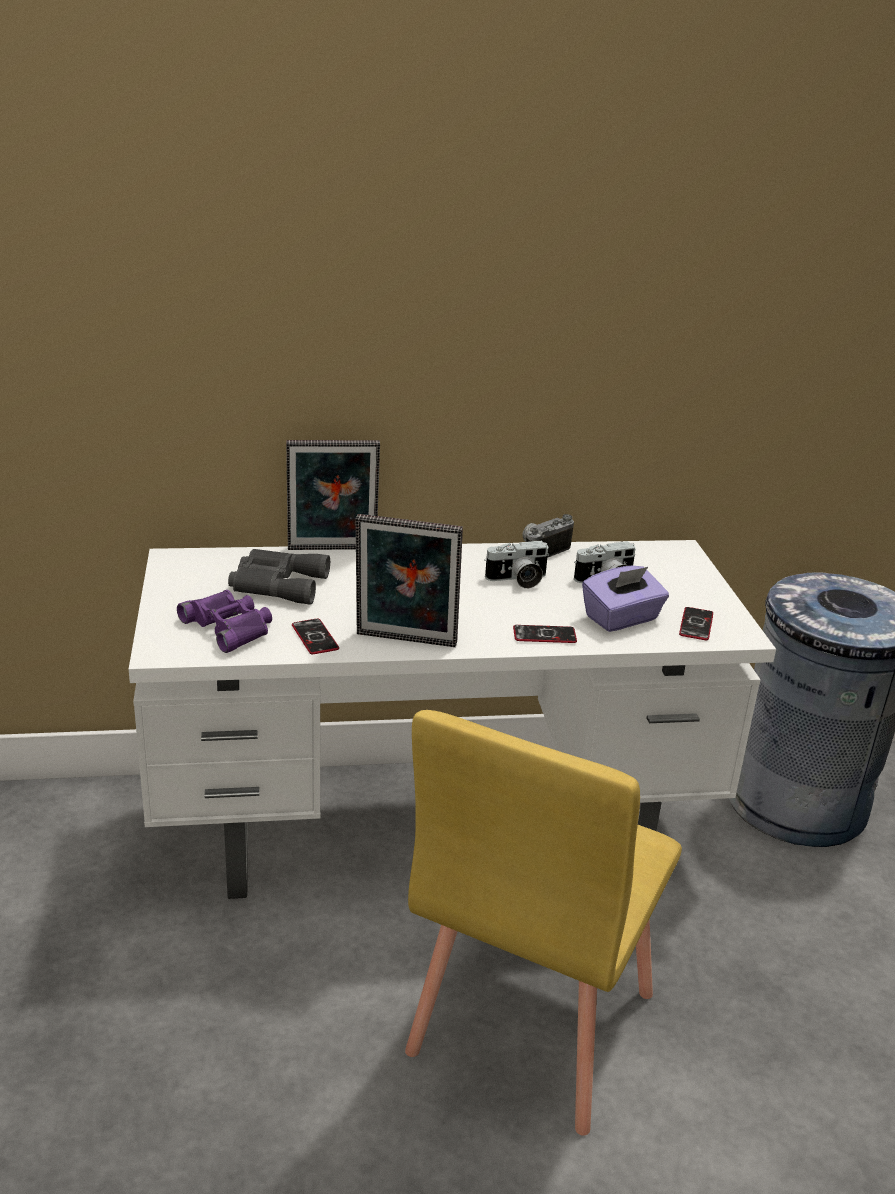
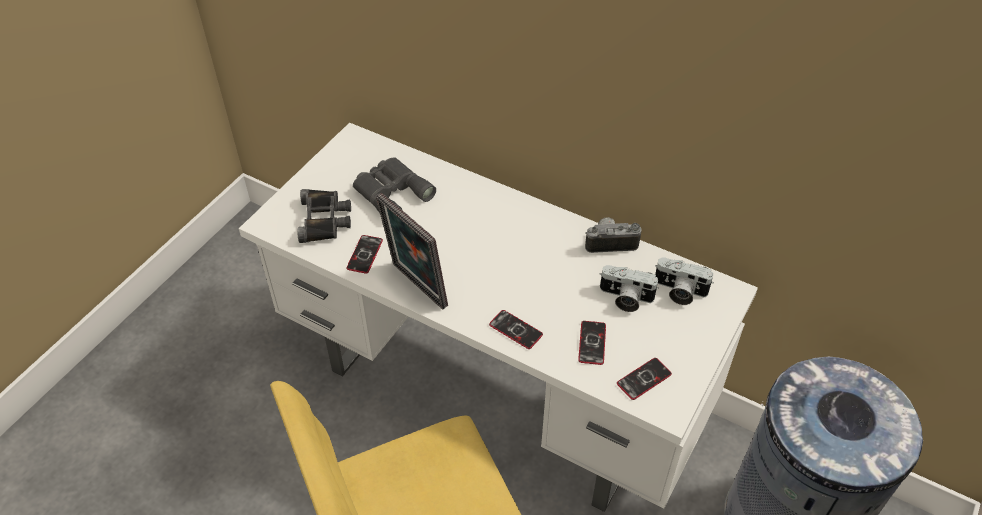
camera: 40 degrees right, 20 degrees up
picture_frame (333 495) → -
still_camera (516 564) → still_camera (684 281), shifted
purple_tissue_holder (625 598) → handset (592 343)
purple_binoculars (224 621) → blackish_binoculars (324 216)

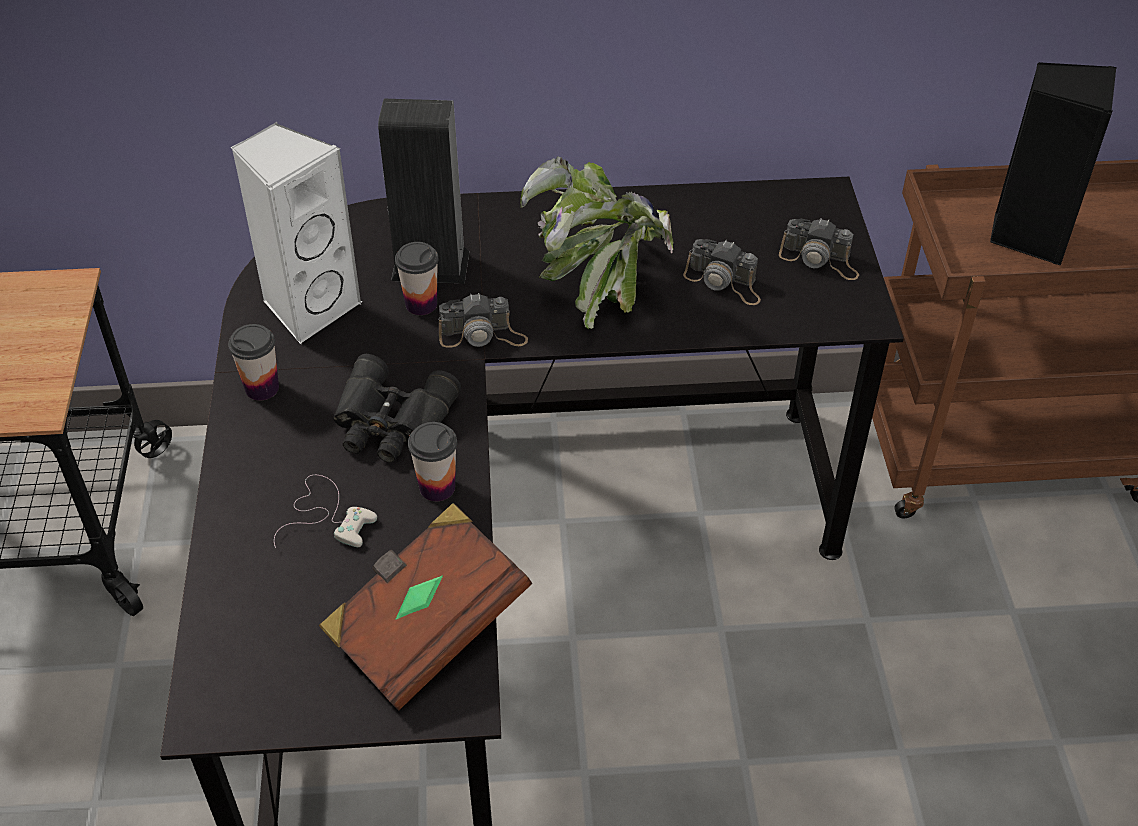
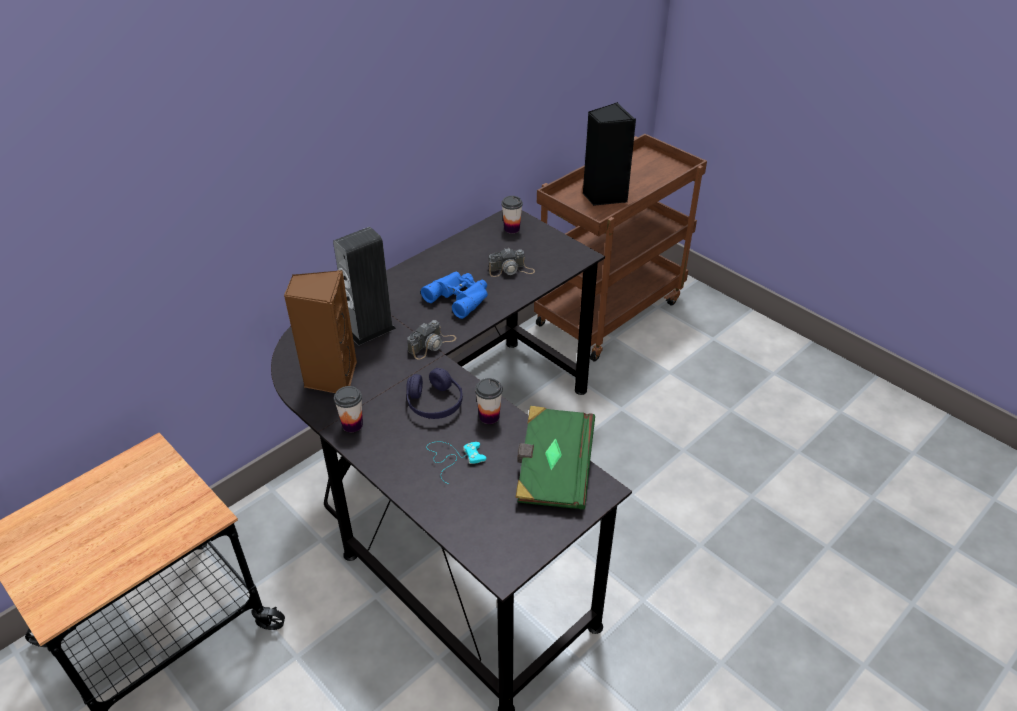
camera: 40 degrees left, 5 degrees down
still_camera (819 249) → -
small_cup (417 278) → small_cup (512 214), shifted
blackish_binoculars (397 408) → purple_headset (434 393)
potted_plant (596 242) → bluish_binoculars (454 295)
white_audio_speaker (296 233) → brown-coloured_audio_speaker (320 331)
white_joypad (325 511) → blue-green_joypad (456 462)
brown-coloured_bound_book (425 607) → green-coloured_bound_book (555 458)

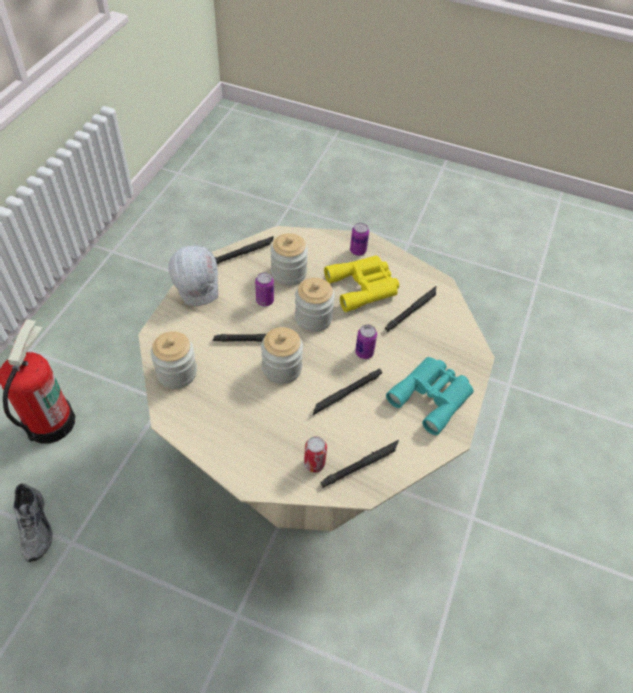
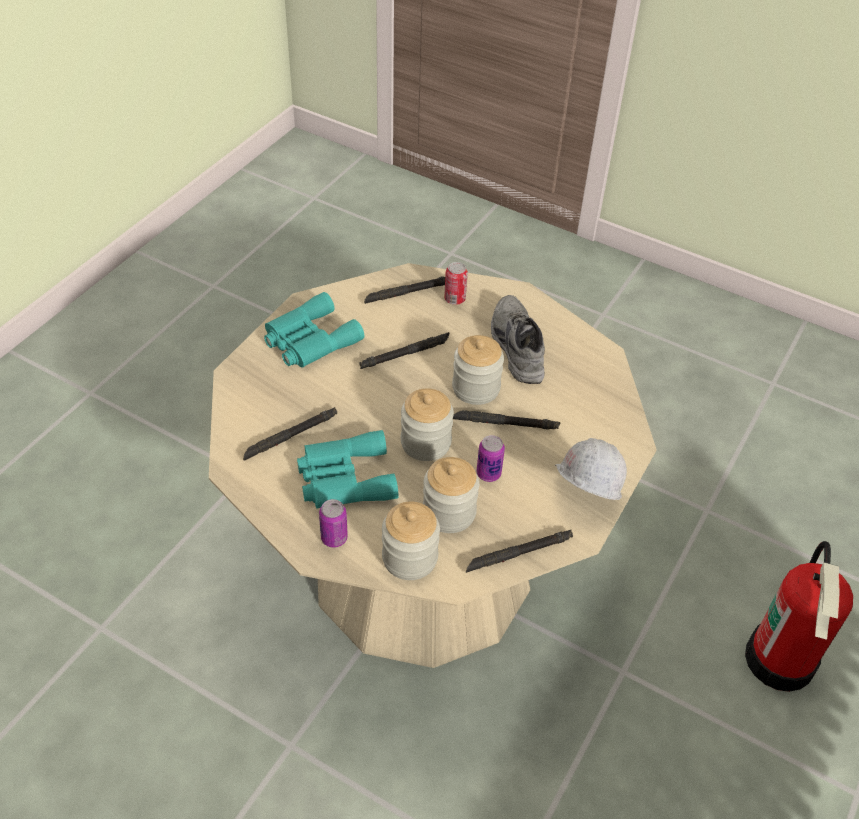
camera: 170 degrees left, 5 degrees down
can (366 342) → -
grey_low_shoe (33 522) → grey_low_shoe (518 339), shifted
storage_jar (174 360) → storage_jar (411 541), shifted
yellow-coloured_binoculars (361 283) → blue-green_binoculars (347 469)

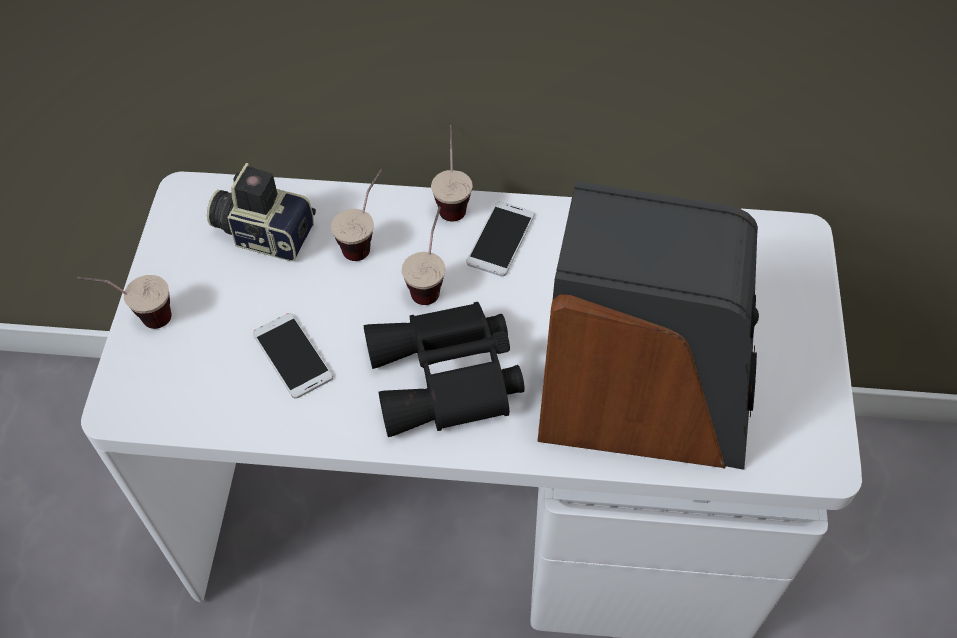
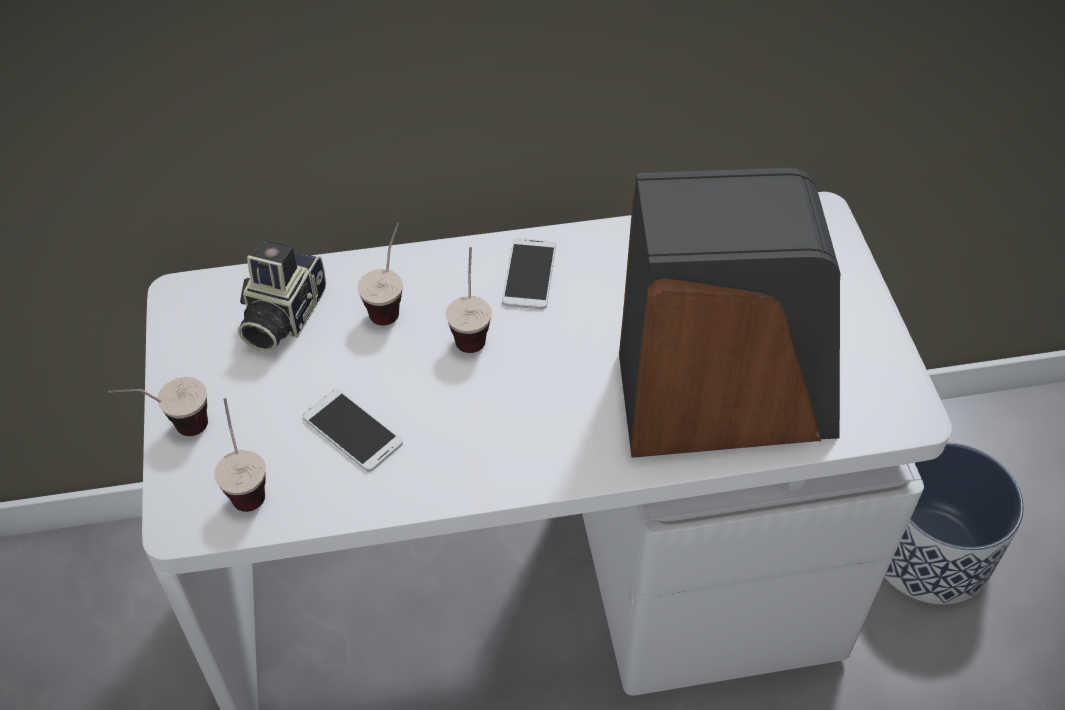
camera: 15 degrees left, 5 degrees down
blackish_binoculars (444 369) → -
- → flower_pot (954 523)
small_cup (452 173) → small_cup (240 455), shifted
still_camera (261 212) → still_camera (282 295), 75 degrees counterclockwise

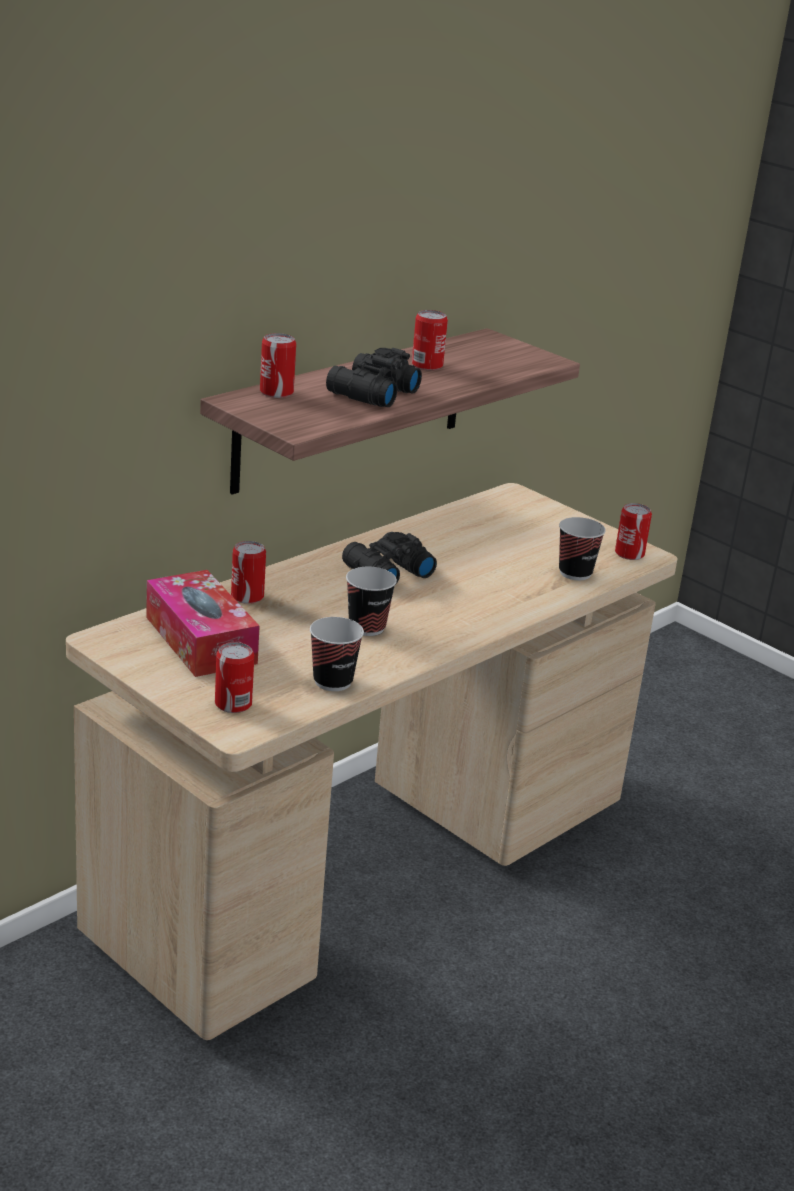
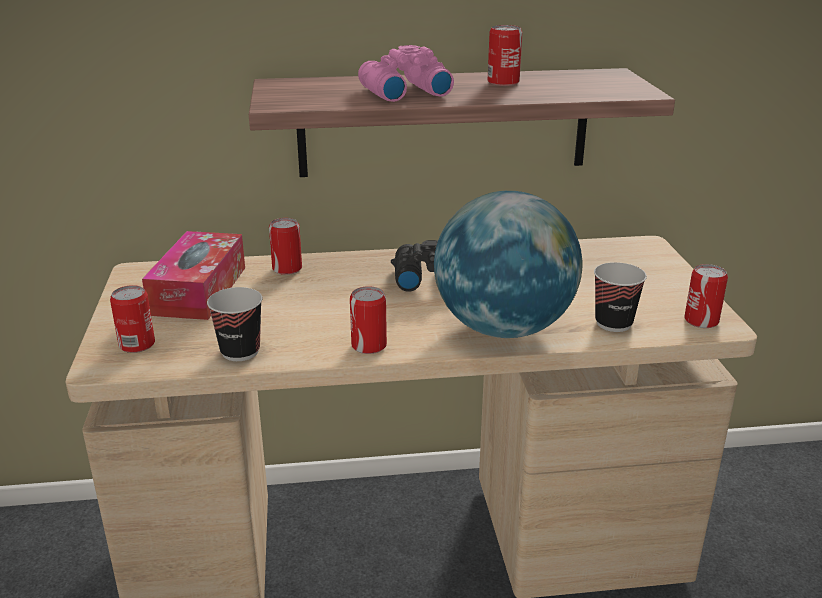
camera: 40 degrees right, 0 degrees up
small_cup (371 601) → -
- → globe (508 264)
can (278 365) → can (368 320), shifted
blackish_binoculars (374 377) → pinkish_binoculars (406 73)

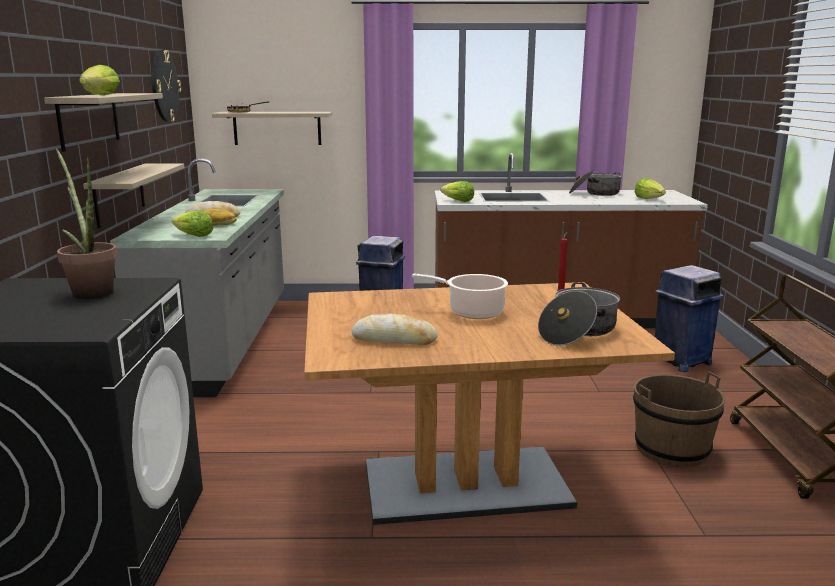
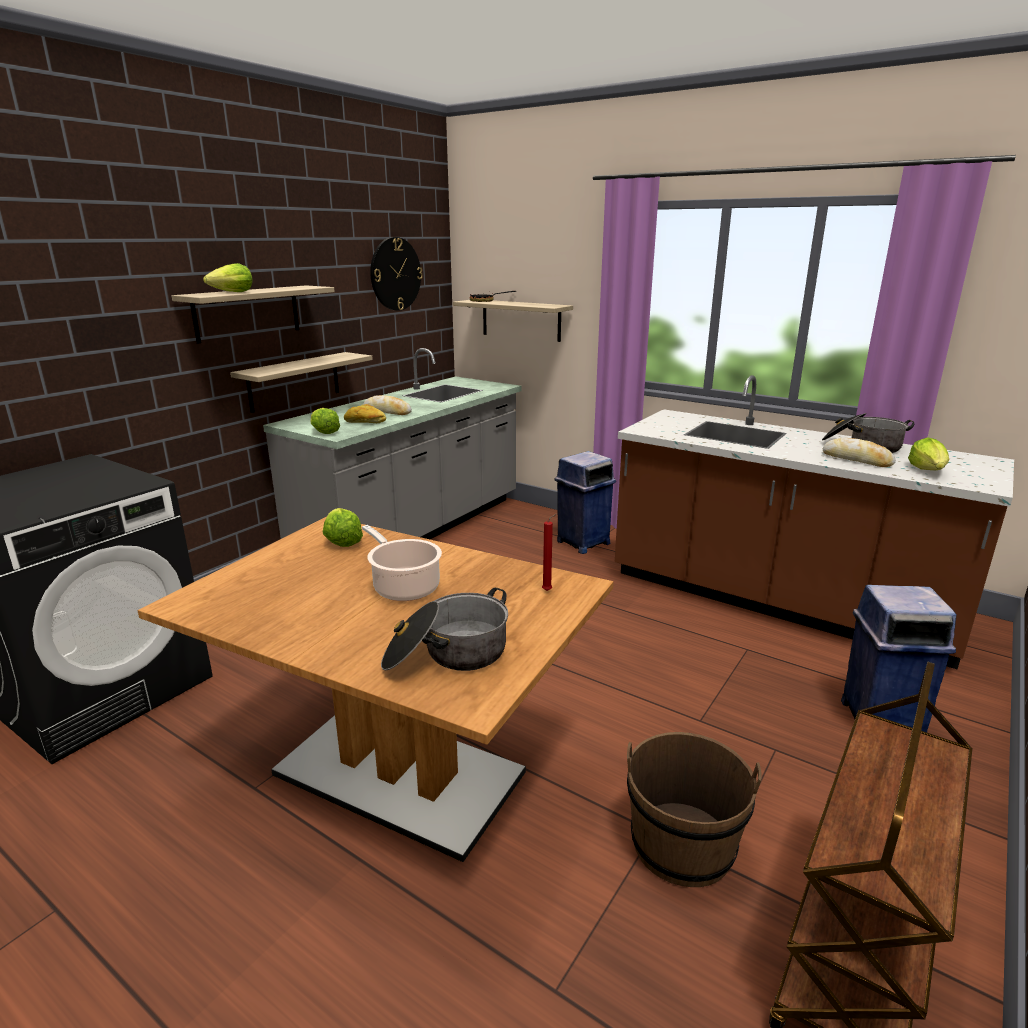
camera: 35 degrees right, 5 degrees up
potted_plant (86 224) → -
baked_bread (395 329) → baked_bread (859 452), shifted
head_of_lettuce (457 191) → head_of_lettuce (343 527), shifted

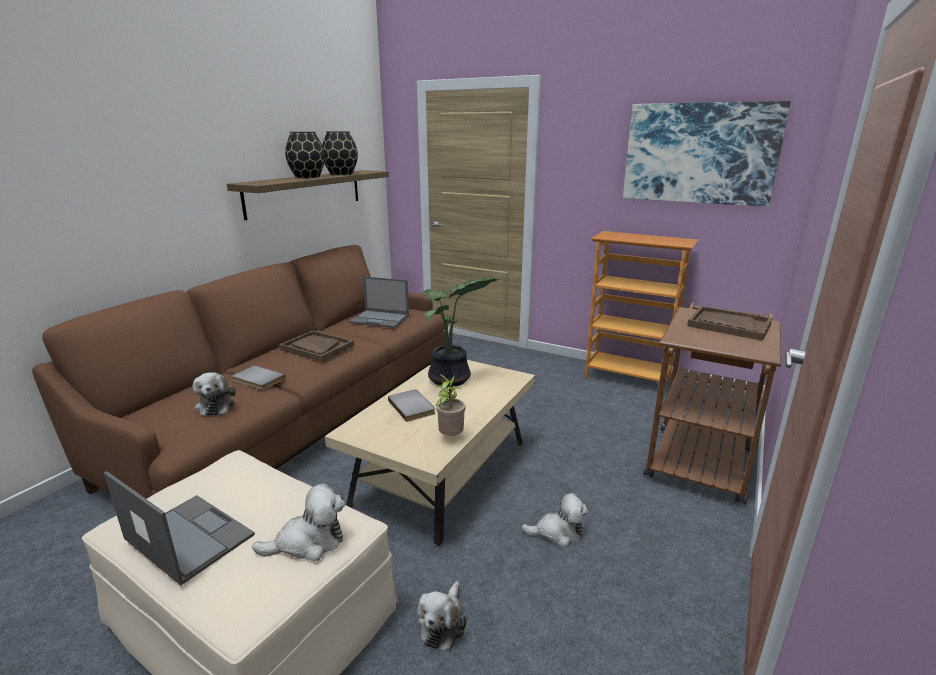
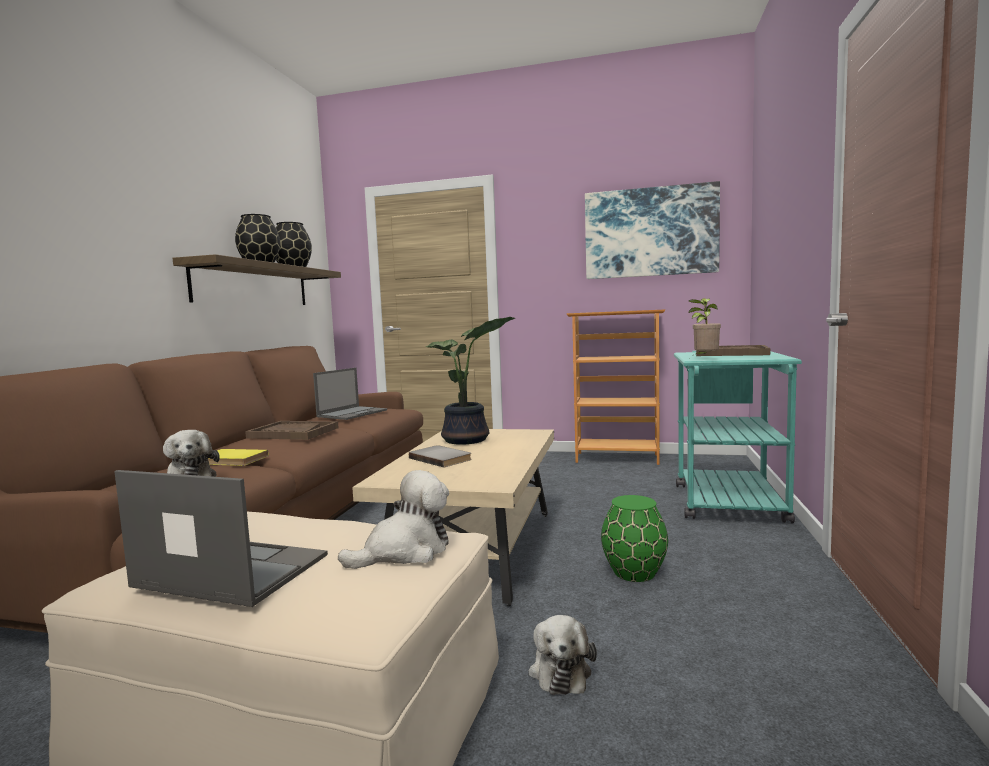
camera: 15 degrees left, 15 degrees down
potted_plant (450 405) → potted_plant (704 328), shifted
cuddly_toy (554 520) → green-coloured_flower_vase (634 538)
grey_bound_book (258 377) → yellow-coloured_bound_book (238 457)
brown-coloured_trolley (712 403) → blue-green_trolley (738 437)
laptop (379 302) → laptop (350 394), 60 degrees counterclockwise

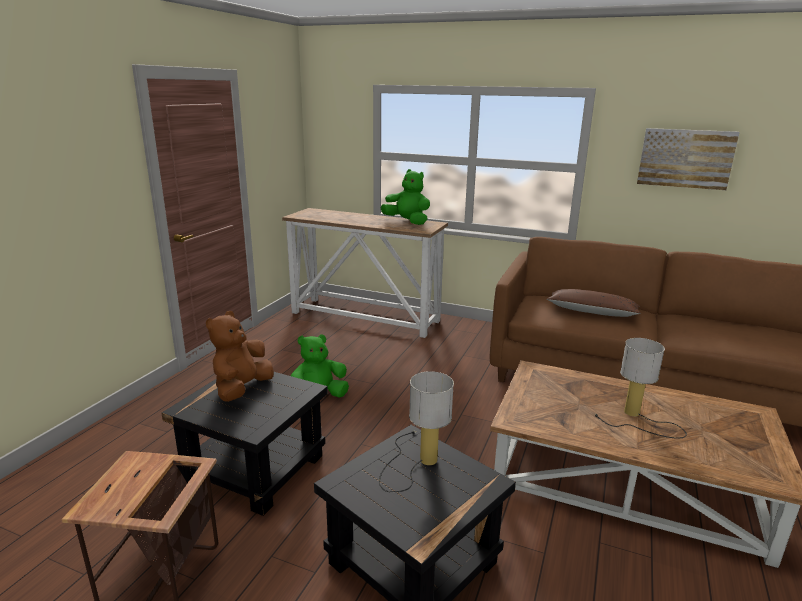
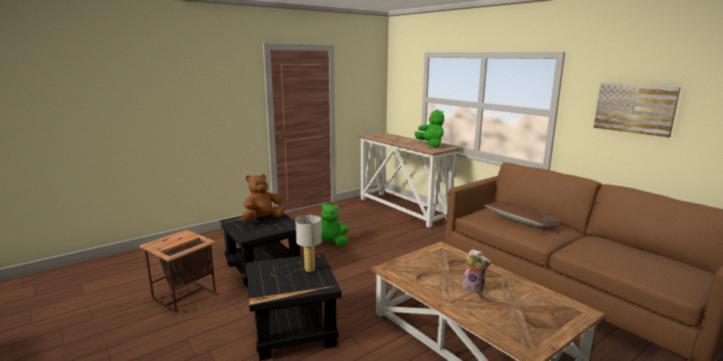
camera: 30 degrees right, 5 degrees down
table_lamp (641 388) → cuddly_toy (476 271)

